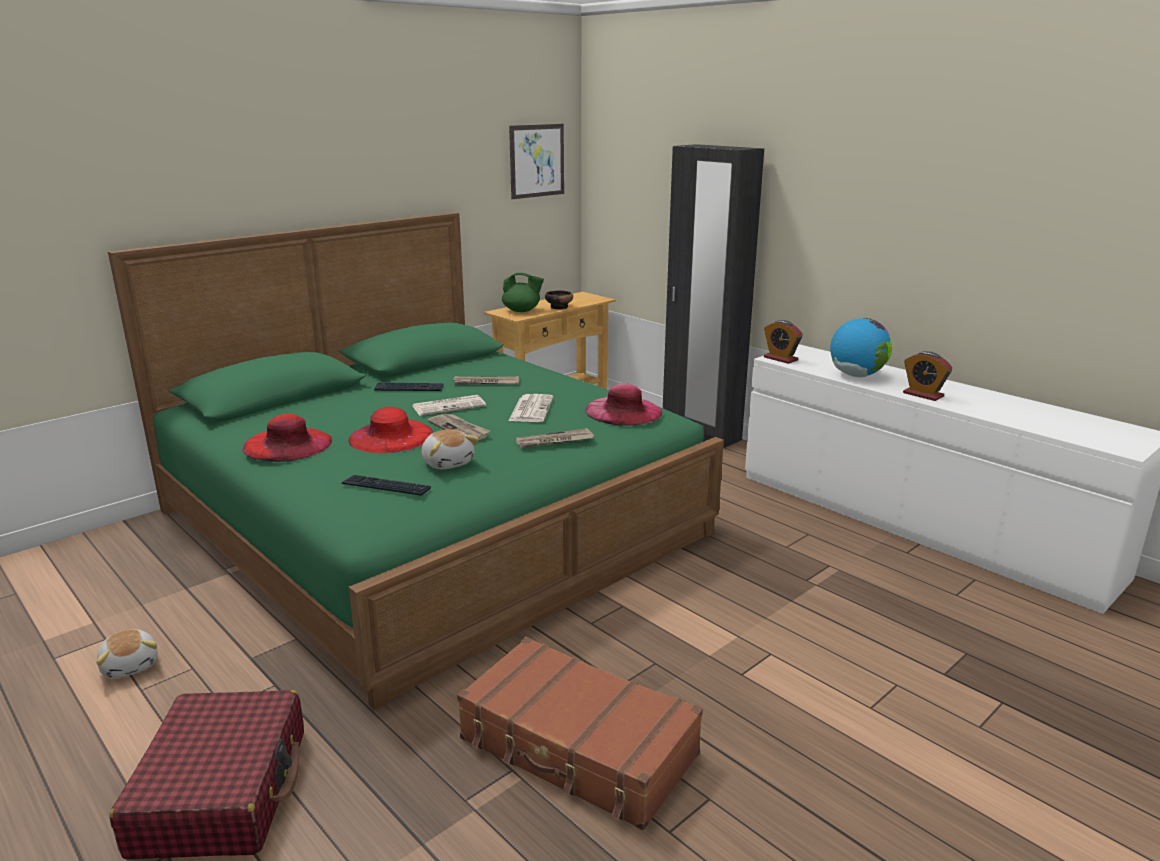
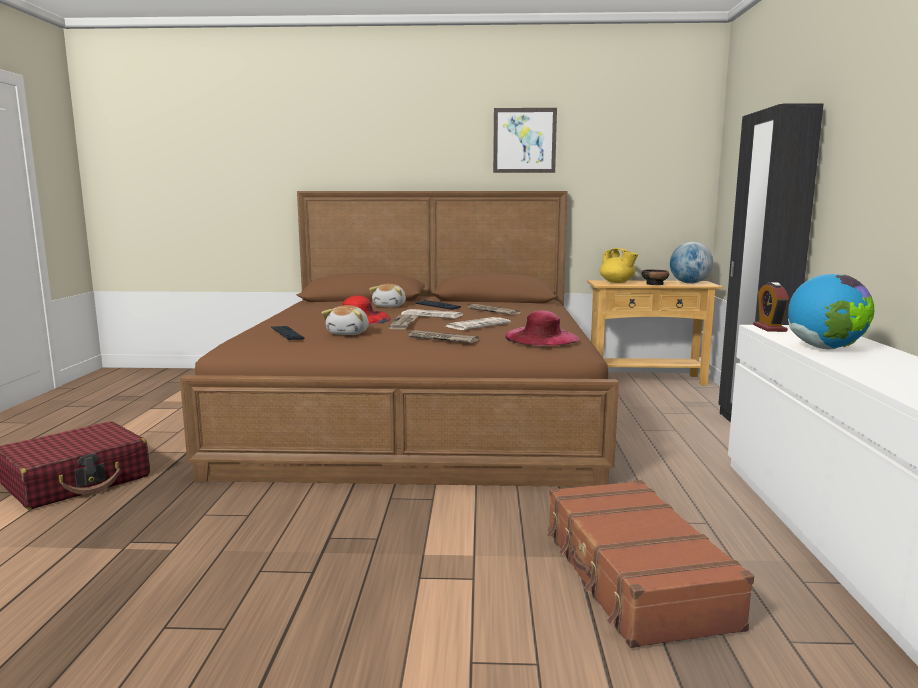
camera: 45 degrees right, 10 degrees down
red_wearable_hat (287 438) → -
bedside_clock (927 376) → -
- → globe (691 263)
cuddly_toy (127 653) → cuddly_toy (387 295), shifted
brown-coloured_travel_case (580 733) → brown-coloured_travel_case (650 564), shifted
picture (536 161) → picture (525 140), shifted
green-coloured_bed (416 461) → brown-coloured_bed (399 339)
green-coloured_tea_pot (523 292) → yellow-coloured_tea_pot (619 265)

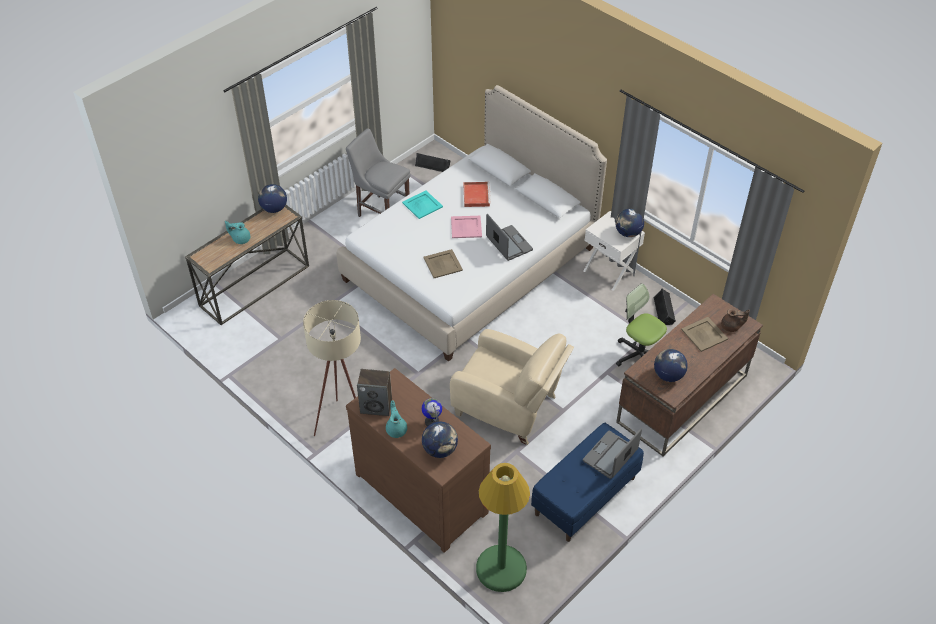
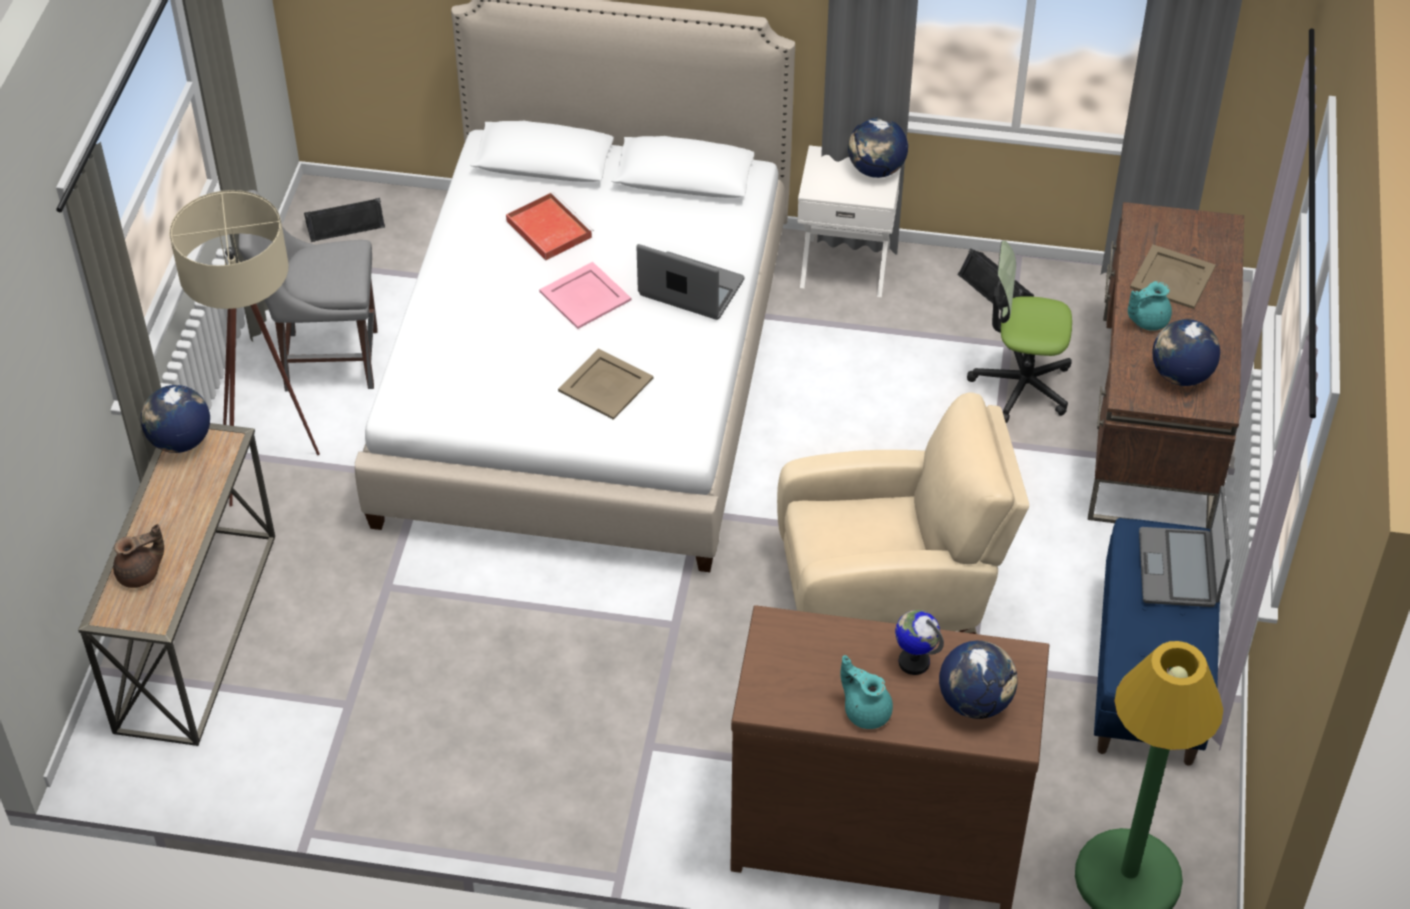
camera: 35 degrees left, 0 degrees up
audio_speaker (374 392) → -
blue-green_carrying_tray (422 205) → -
blue-green_tea_pot (237 232) → blue-green_tea_pot (1150 306), shifted
beige-coloured_standing_lamp (332 368) → beige-coloured_standing_lamp (244 348), shifted
brown-coloured_tea_pot (735 320) → brown-coloured_tea_pot (138 556), shifted

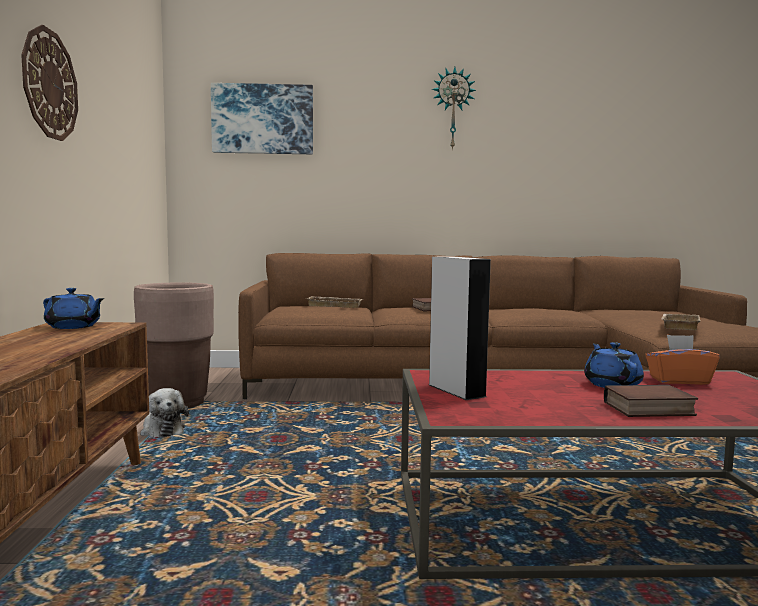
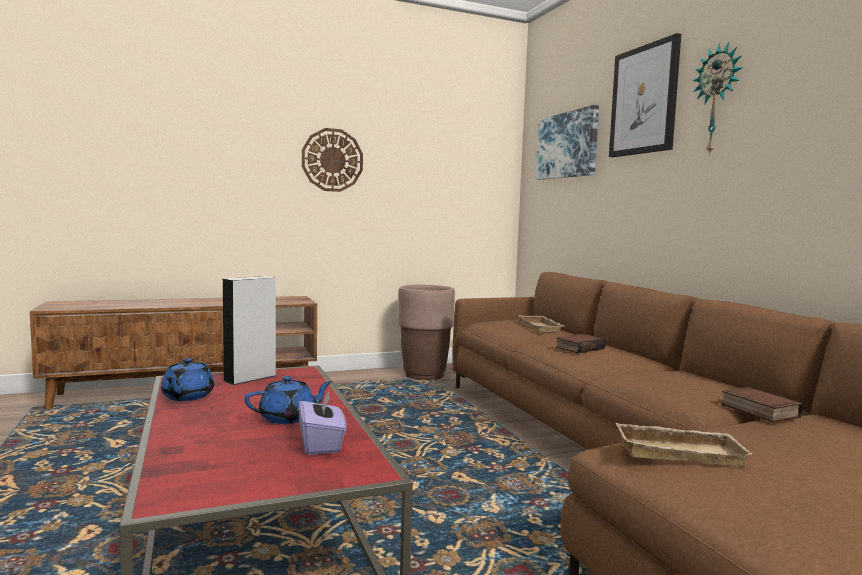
camera: 70 degrees right, 0 degrees up
cuddly_toy (164 413) → -
- → picture (645 95)
bluish_tea_pot (74 308) → bluish_tea_pot (187 379), shifted
bound_book (651 401) → bound_book (762 404), shifted
orange-coloured_tissue_holder (682 360) → purple_tissue_holder (322 422)

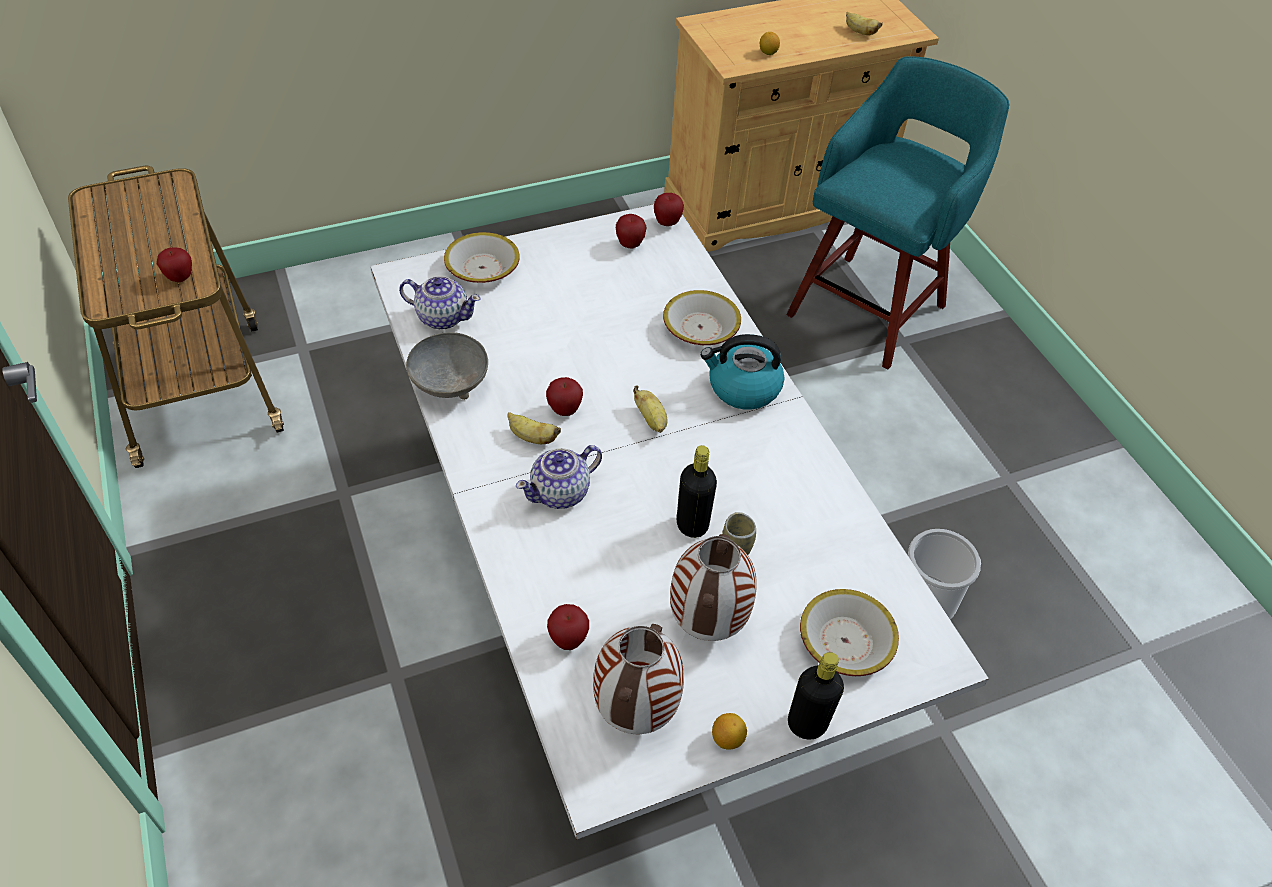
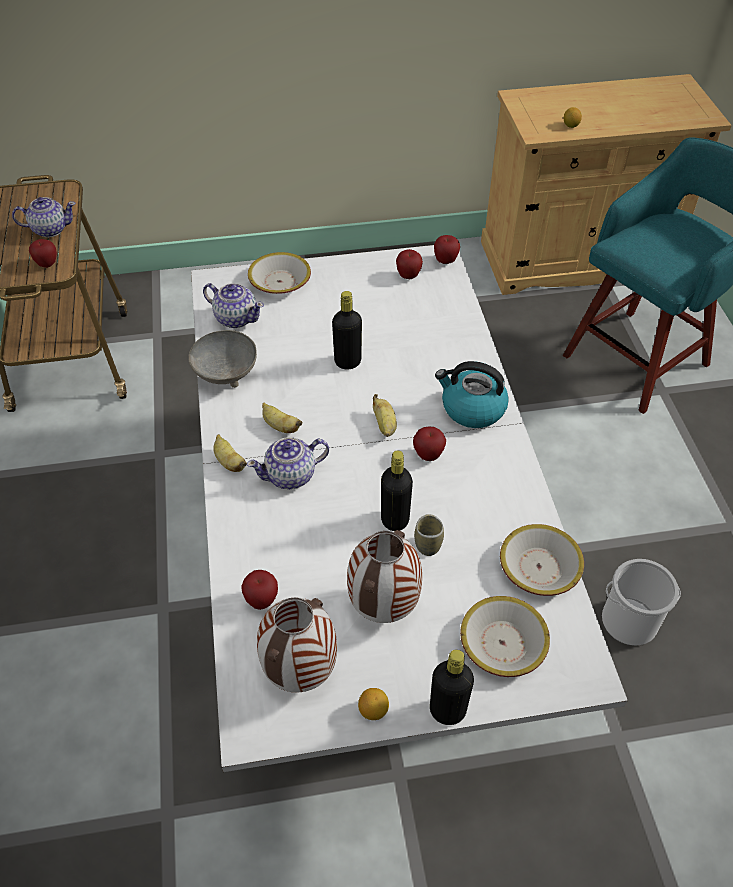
camera: 15 degrees right, 0 degrees up
- → tea_pot (44 217)
- → blackish_beverage_bottle (347 330)
whole_apple (564 396) → whole_apple (429 443), shifted
bowl (702 317) → bowl (542 560), shifted
banana_fruit (864 23) → banana_fruit (230 453), shifted

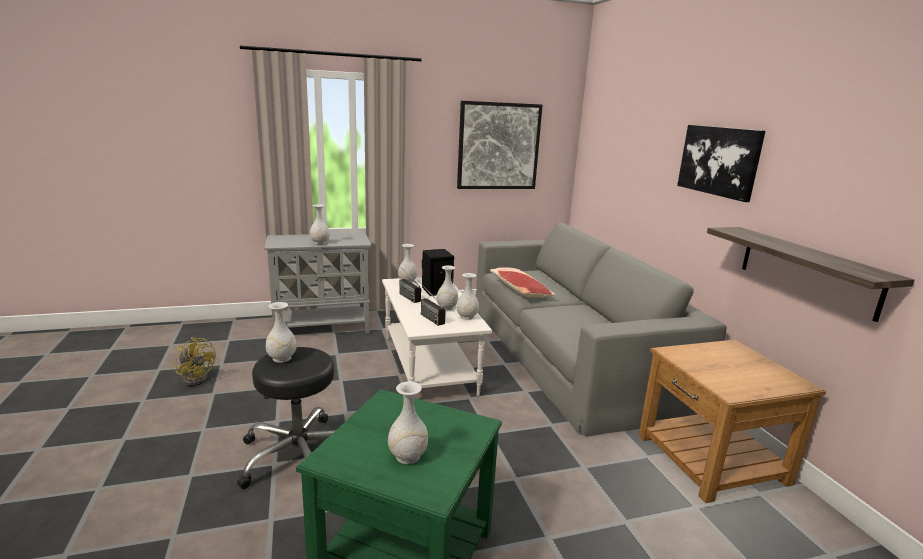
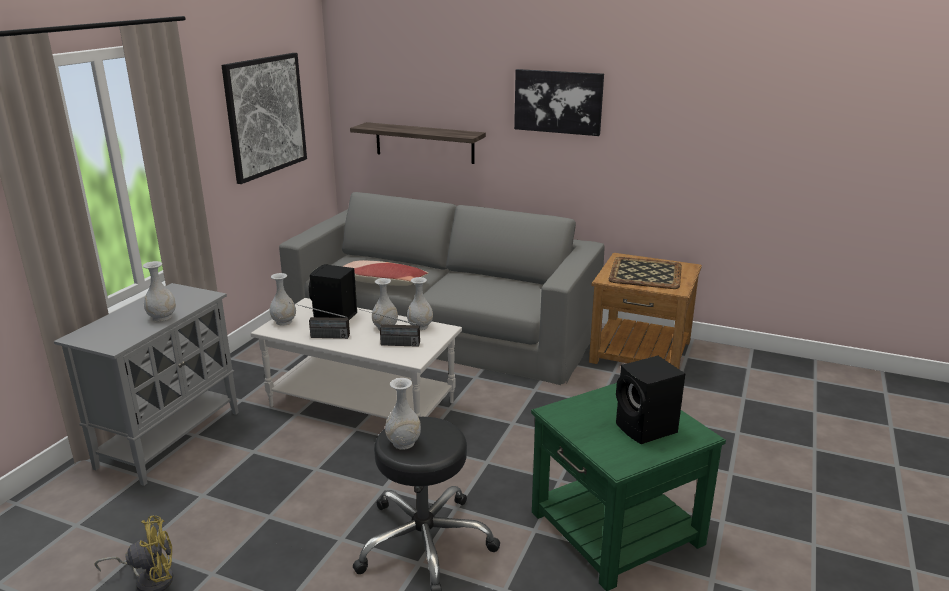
camera: 50 degrees left, 5 degrees up
- → carrying_tray (645 273)
bracket_shelf (810 274) → bracket_shelf (418 143), shifted
white_flower_vase (408 422) → blackish_audio_speaker (650 400)

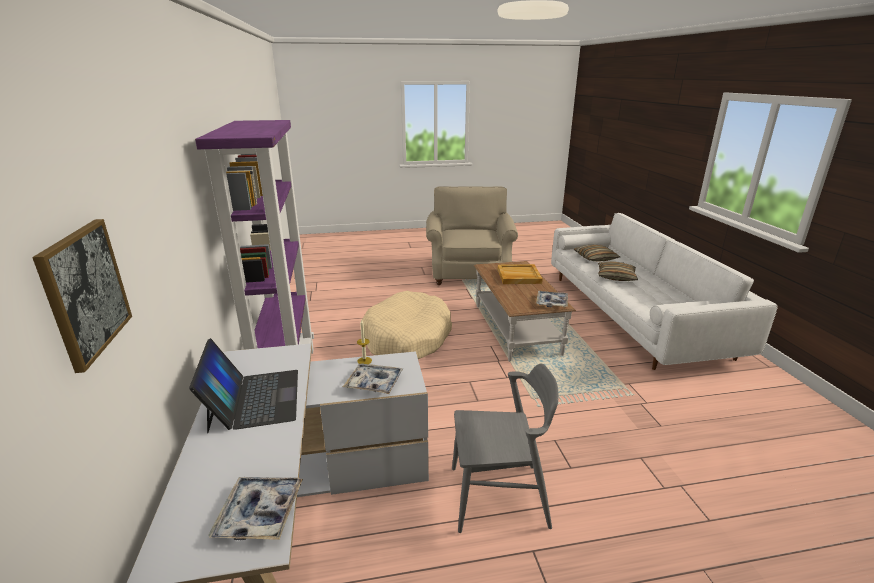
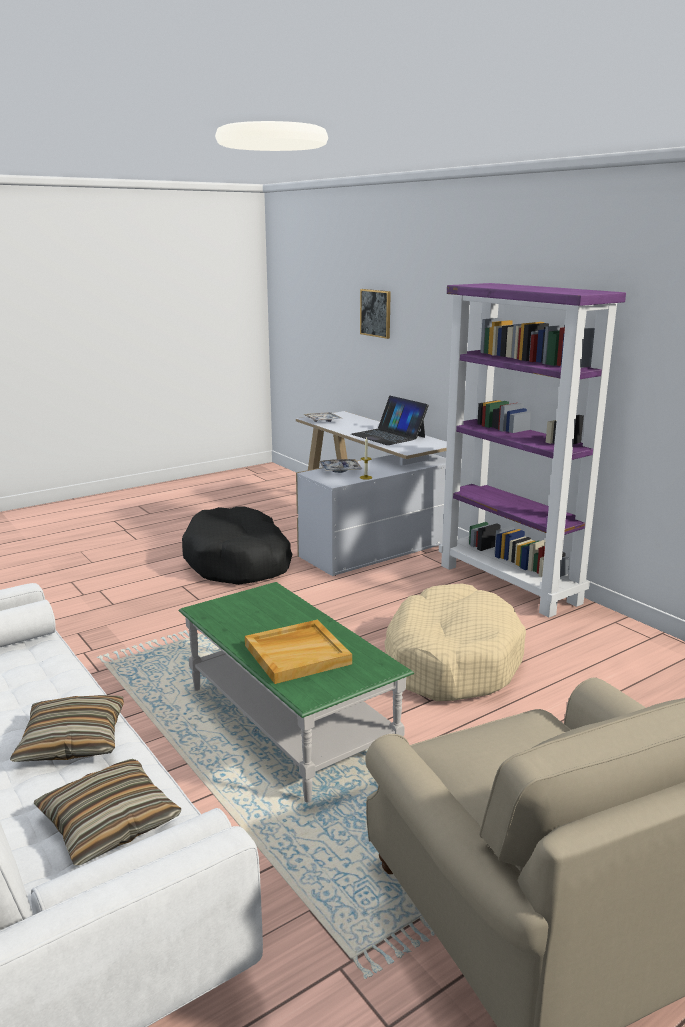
camera: 155 degrees right, 5 degrees down
carrying_tray (552 299) → -
grey_upright_chair (505 448) → blackish_pet_bed (237 546)
brown-coloured_low_table (525 311) → green-coloured_low_table (296 692)

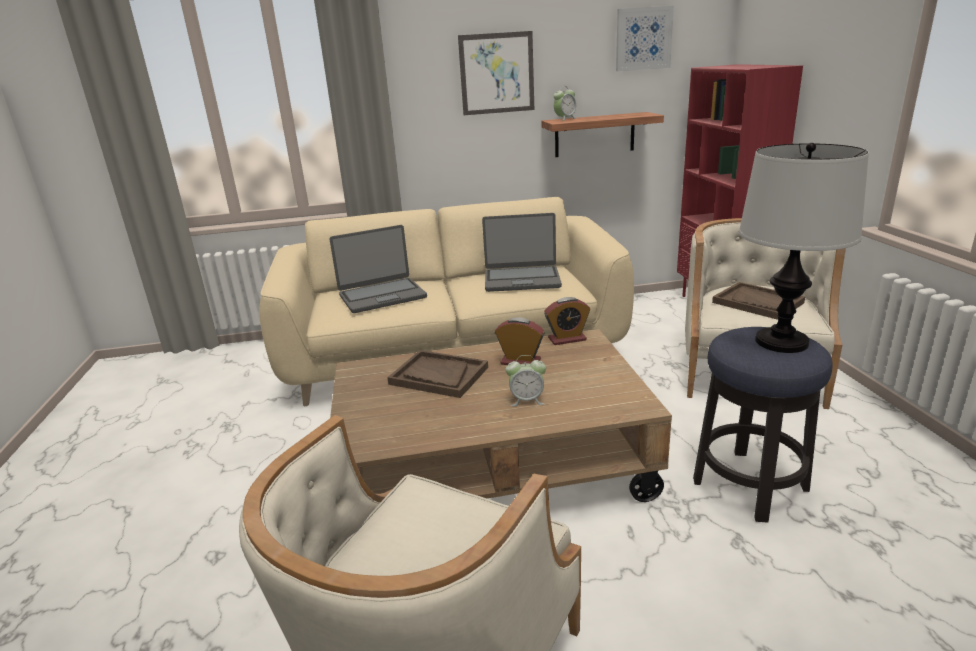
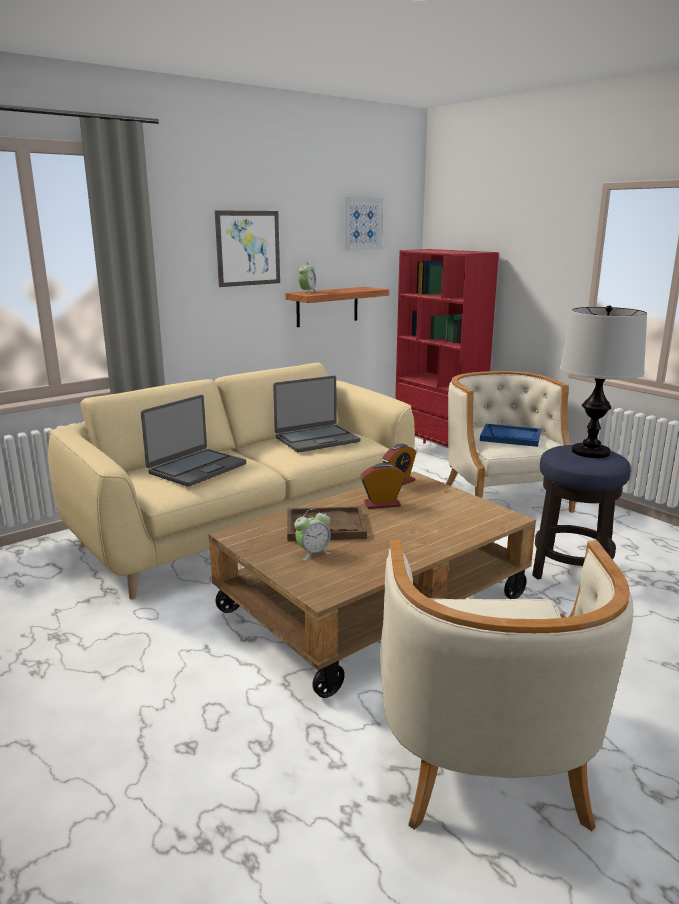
camera: 30 degrees left, 5 degrees down
bedside_clock (525 380) → bedside_clock (312 535), shifted
brown-coloured_carrying_tray (758 301) → bluish_carrying_tray (510 435)

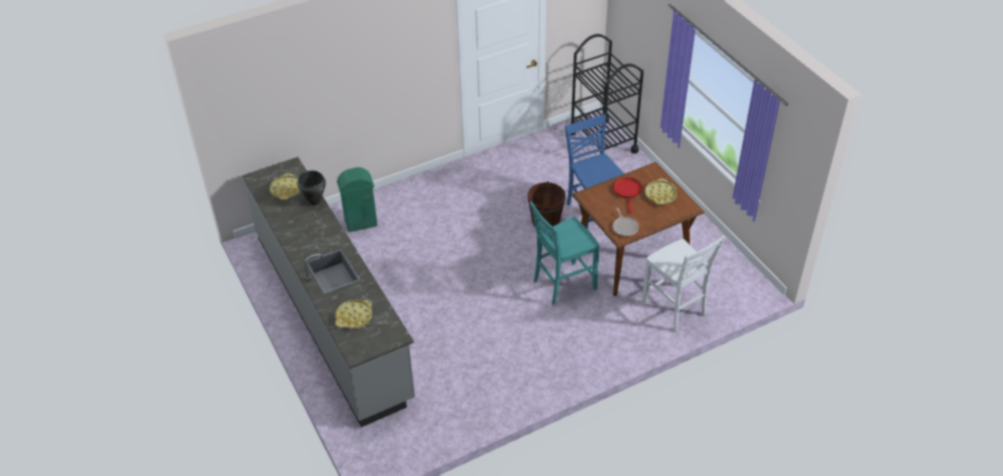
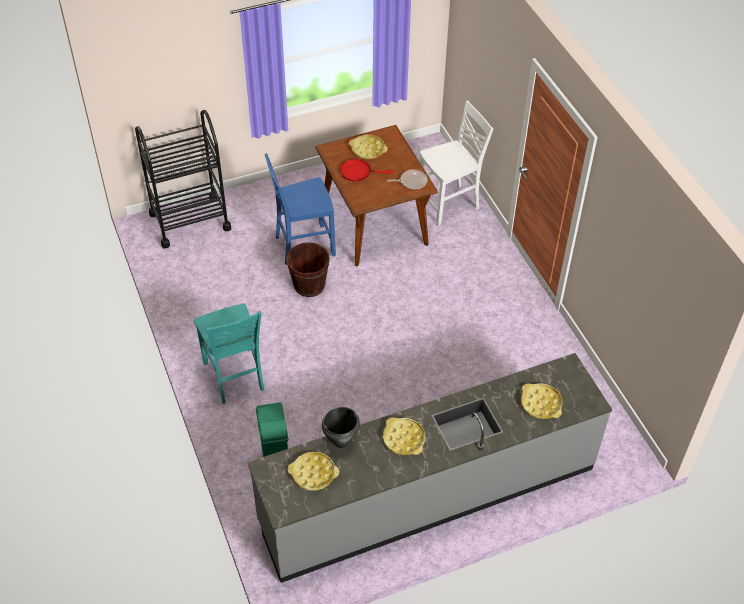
camera: 85 degrees left, 5 degrees up
- → yellow-coloured_carrying_tray (404 436)
blue-green_upright_chair (564 253) → blue-green_upright_chair (229 354), shifted

